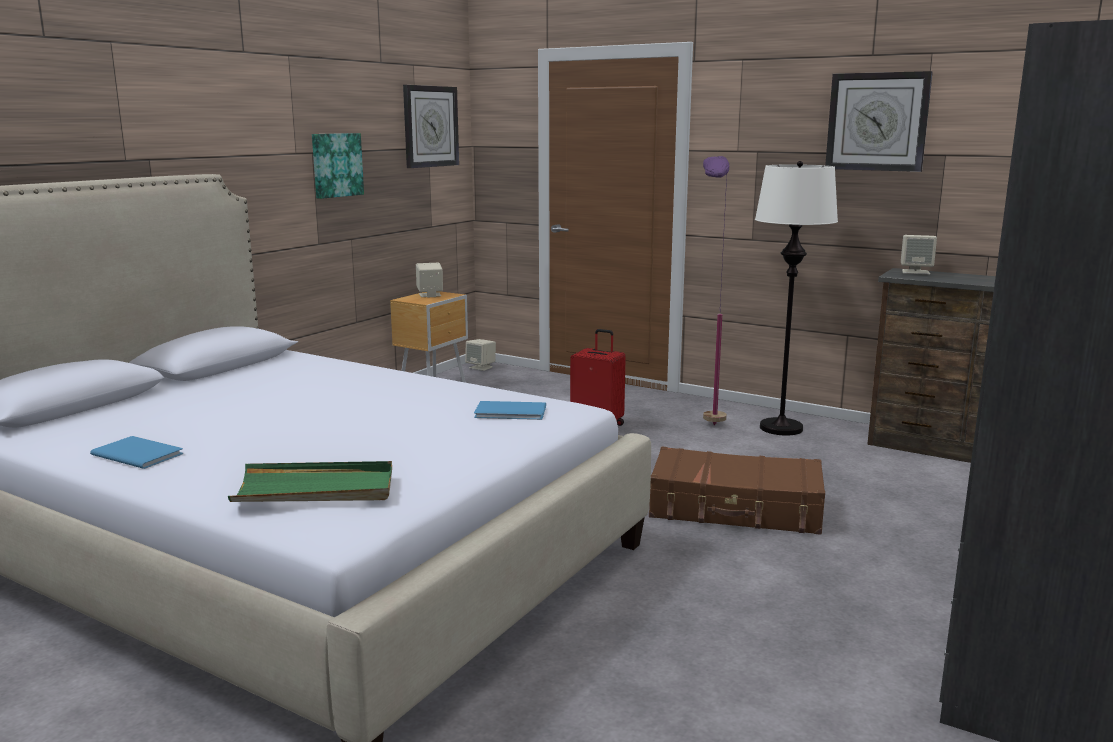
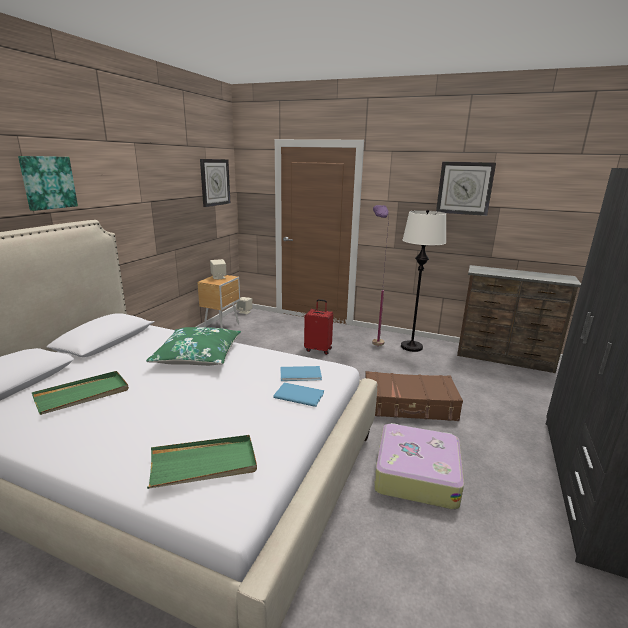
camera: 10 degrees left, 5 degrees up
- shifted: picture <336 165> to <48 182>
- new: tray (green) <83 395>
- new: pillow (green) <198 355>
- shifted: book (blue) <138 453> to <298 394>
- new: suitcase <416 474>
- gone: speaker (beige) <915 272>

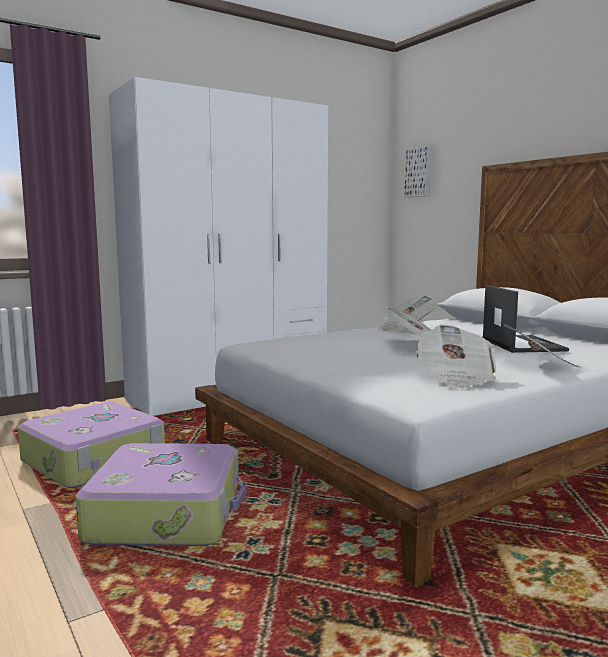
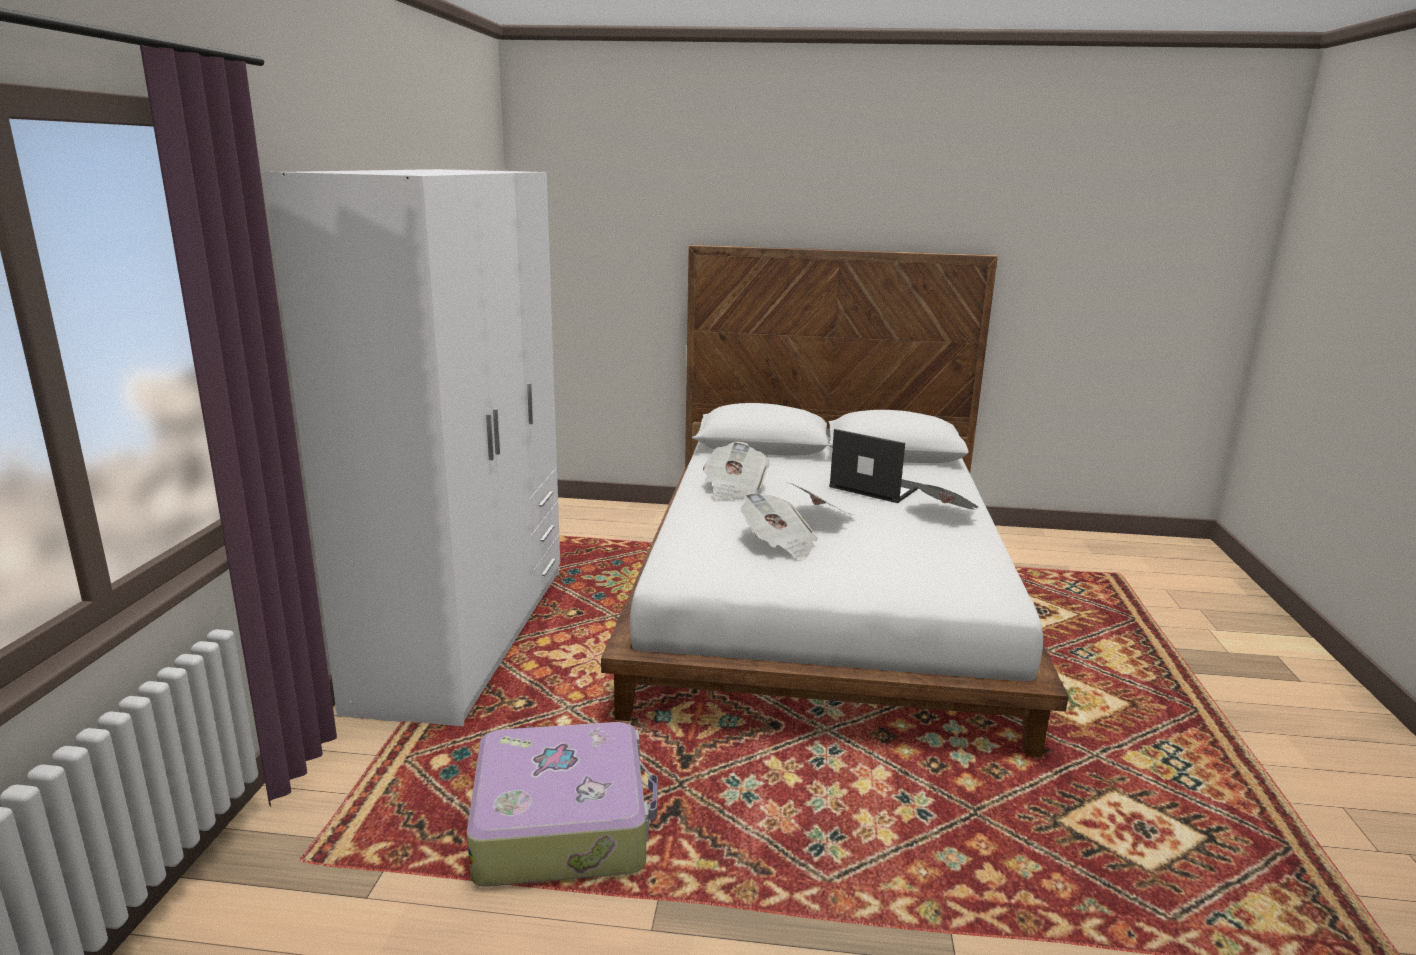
camera: 50 degrees left, 10 degrees up
- shifted: newspaper <455 378> to <778 545>
- gone: suitcase <168 513>
- gone: picture <419 172>

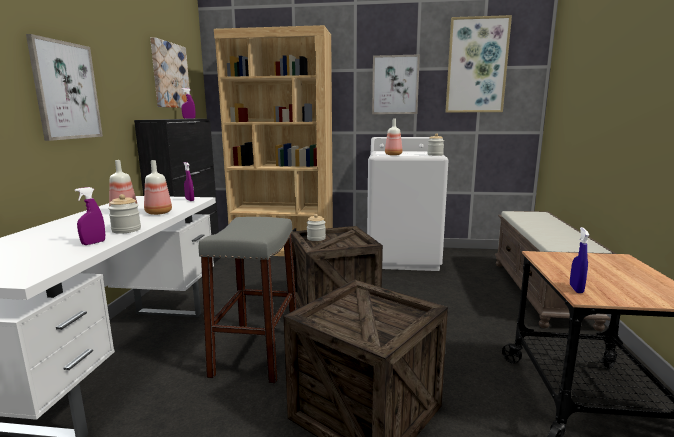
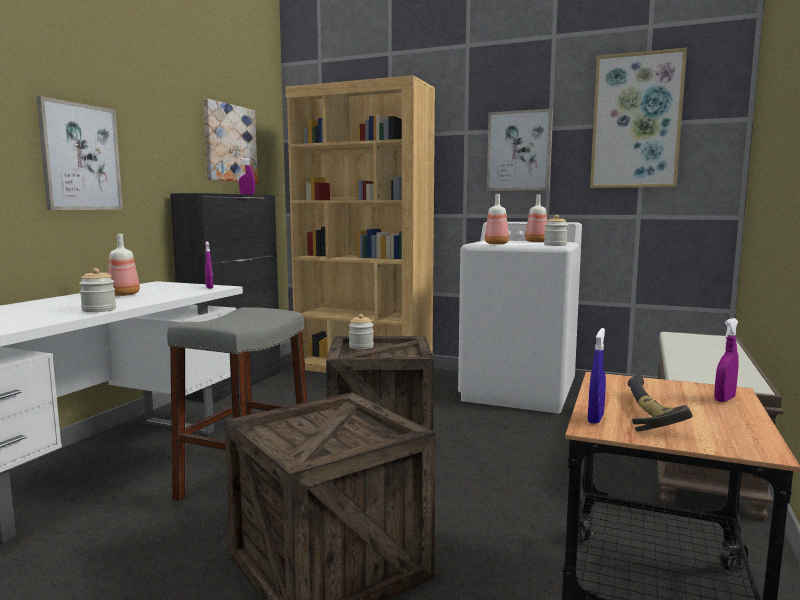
camera: 15 degrees right, 5 degrees down
- shifted: bottle <157 213> to <535 242>
- new: hammer <645 414>
- shifted: spray bottle (purple) <93 243> to <724 399>

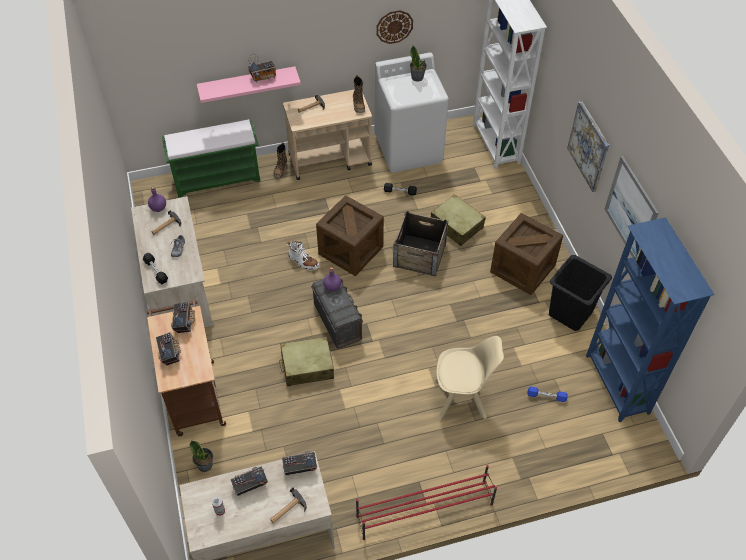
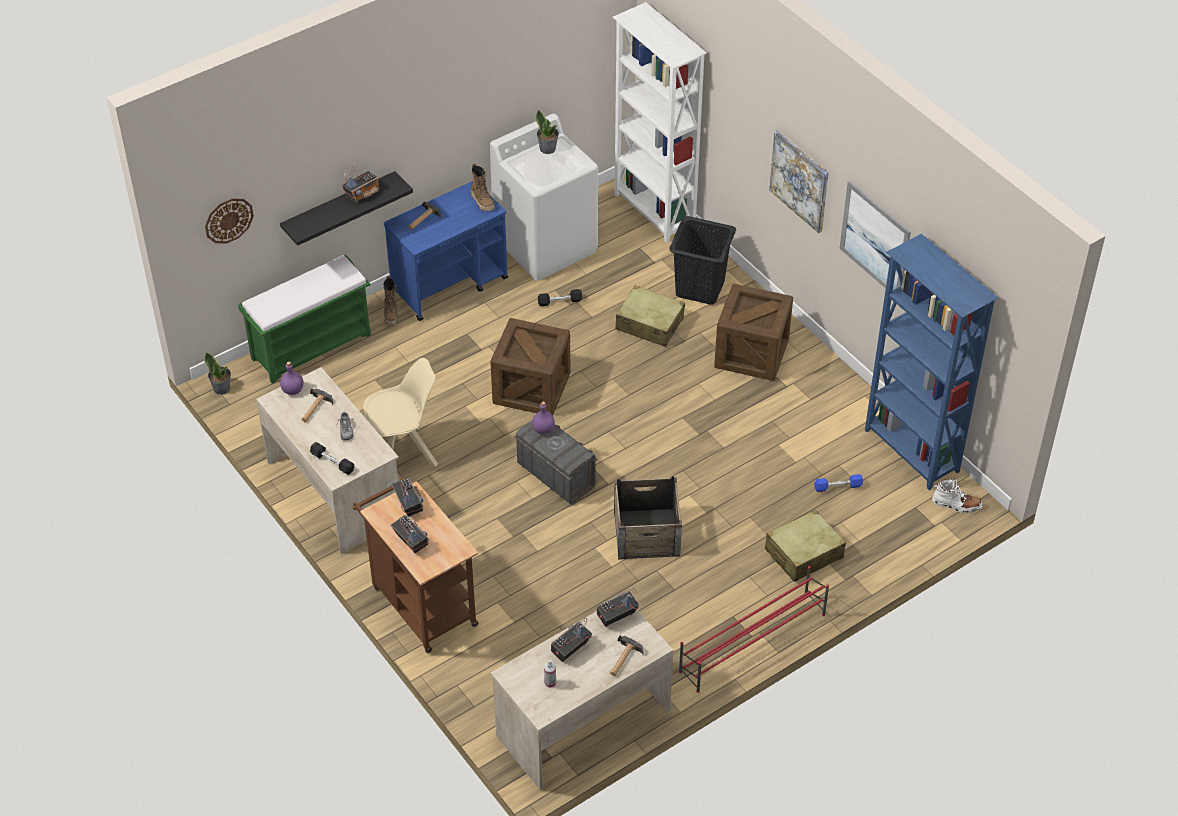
camera: 20 degrees left, 5 degrees down
- shifted: potted plant <205 465> to <222 388>
- shifted: wall clock <394 26> to <228 220>
- repainted: shelf (pink) <247 83> to shelf (black) <339 208>
- shifted: chair (beige) <462 398> to <403 453>
- repainted: cart (beige) <330 159> to cart (blue) <450 284>
- shifted: crate <420 254> to <647 533>
- shifted: laundry basket (black) <570 313> to <700 288>
- shifted: suitcase (beige) <307 366> to <803 554>
- shifted: boot (white) <303 262> to <956 504>

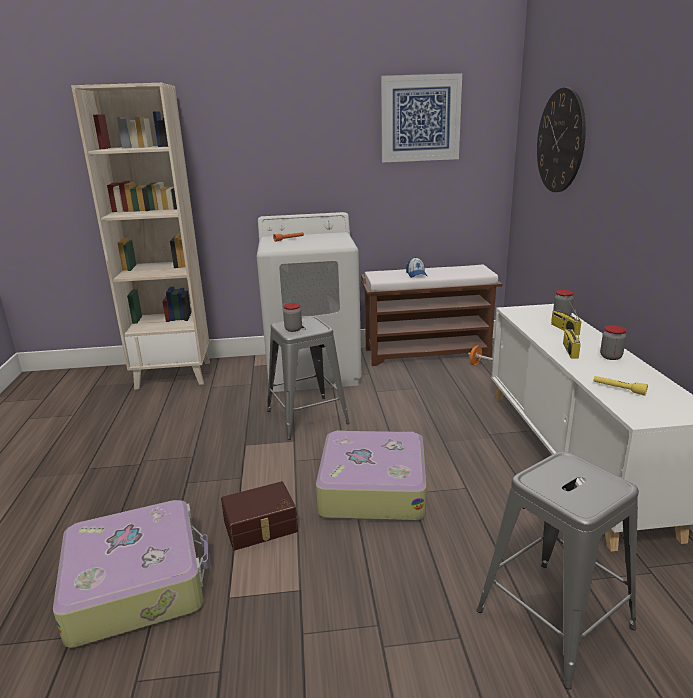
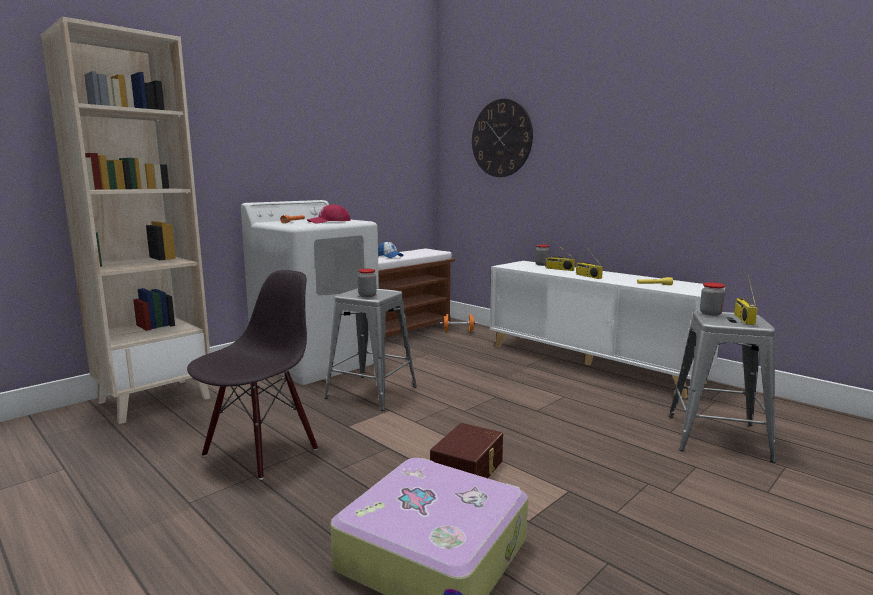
camera: 40 degrees left, 10 degrees down
- new: chair (black) <260 451>
- new: cap (red) <329 222>
- shifted: jar <610 357> to <710 313>
- new: radio <743 319>
- gone: suitcase <372 488>
- gone: picture <420 118>

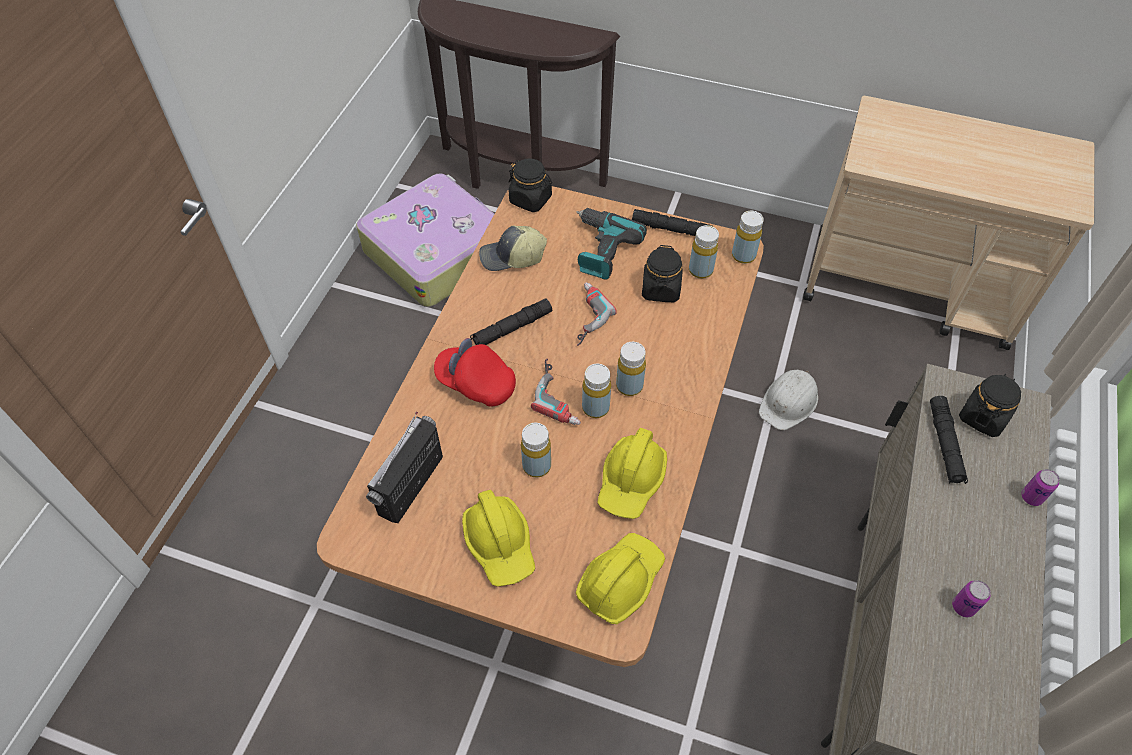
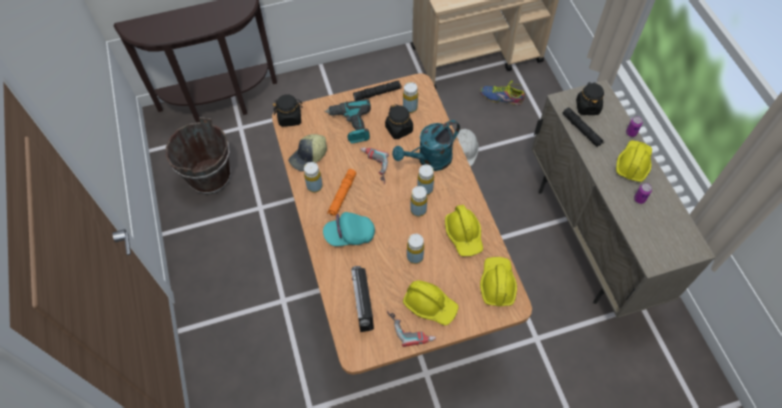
camera: 35 degrees left, 5 degrees up
- swapped: suitcase <437 251> to bucket (brown) <210 177>
- shifted: bottle (yellow) <743 256> to <314 186>
- repainted: cap (red) <476 383> to cap (turquoise) <349 235>
- repainted: flashlight (black) <512 328> to flashlight (orange) <342 195>
- shifted: power drill <561 395> to <411 327>
- new: watering can (turquoise) <429 160>
- new: shoe <501 97>
- new: hard hat (yellow) <633 164>

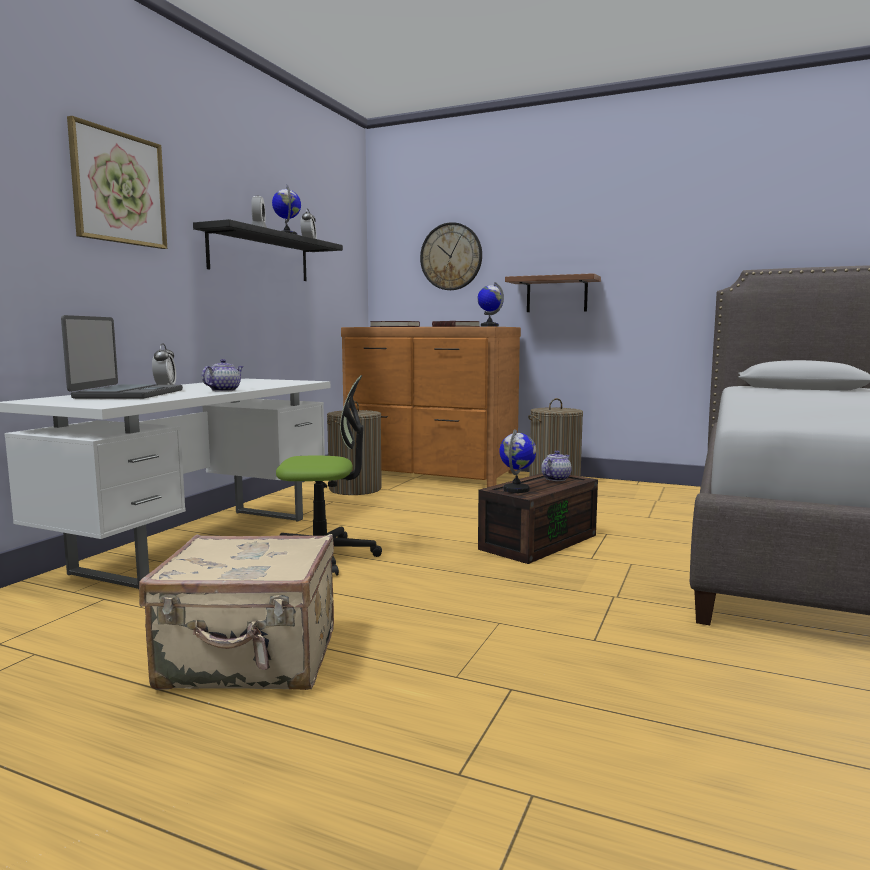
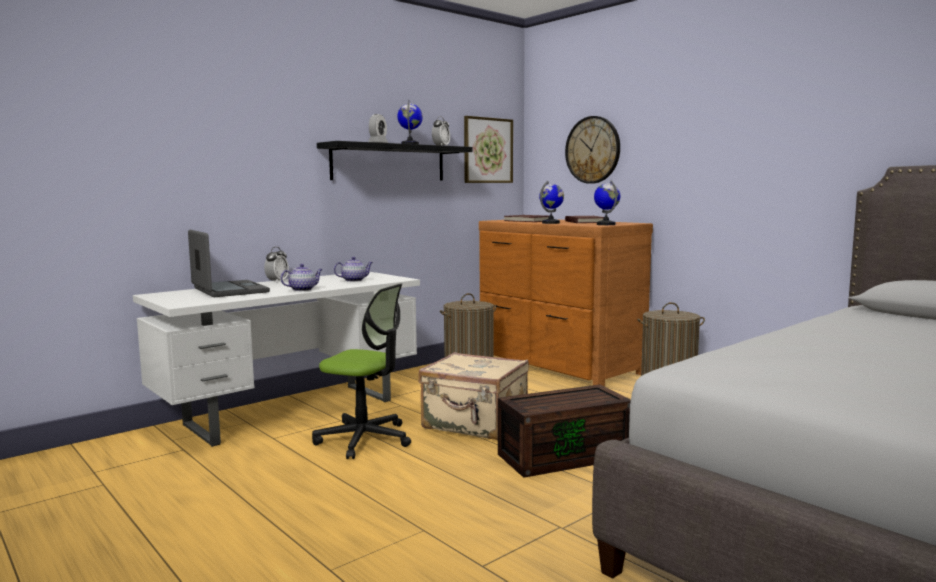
camera: 25 degrees right, 0 degrees up
- rotated: laptop <127 394> = <229 290> 60 degrees counterclockwise
- shifted: teapot <556 479> to <354 280>
- shifted: suitcase (beige) <251 660> to <475 424>
- shifted: picture <118 188> to <488 150>
- shifted: globe <516 490> to <551 223>
- gone: shelf <556 294>

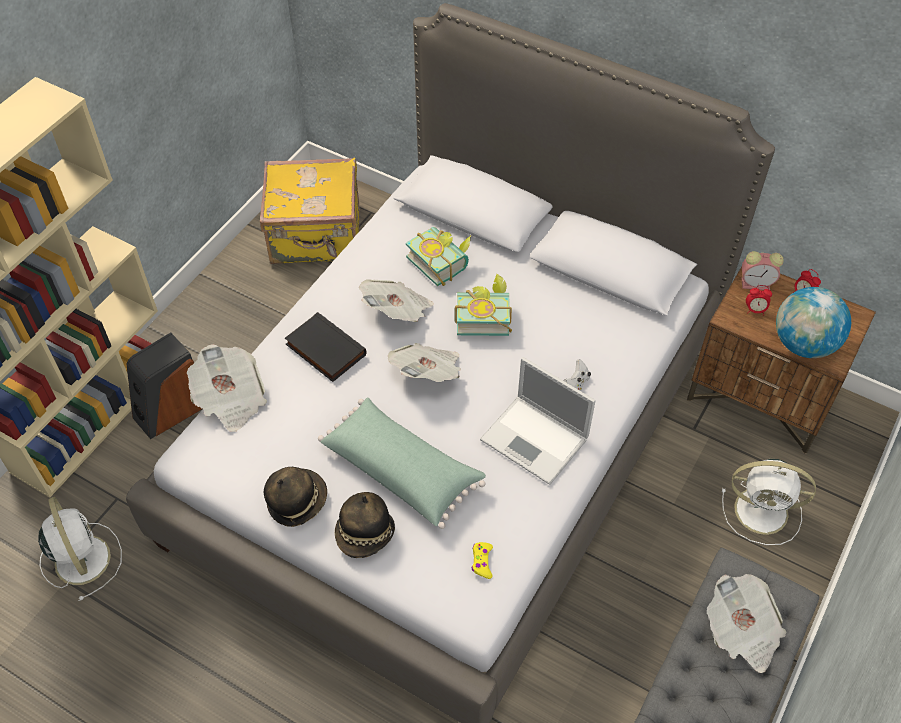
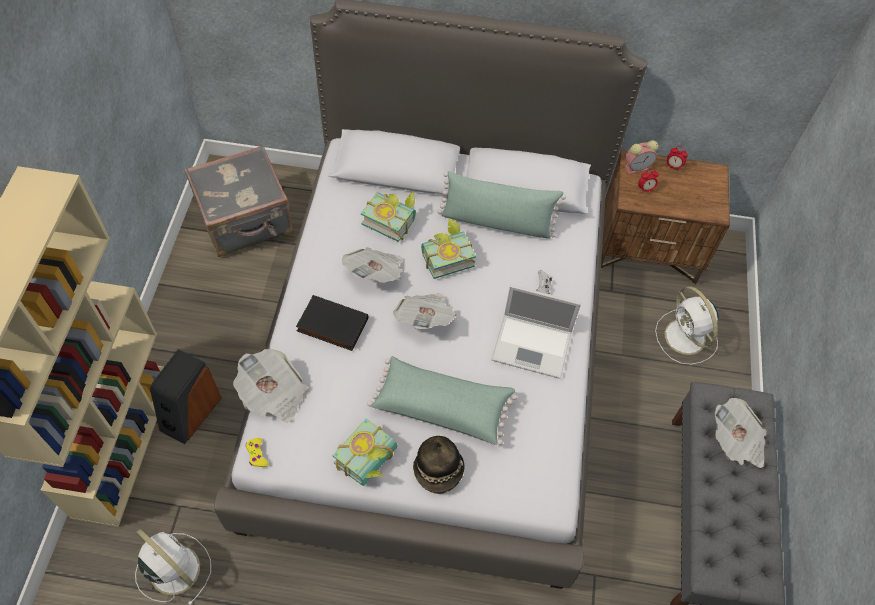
camera: 25 degrees left, 5 degrees up
- repainted: suitcase (yellow) <316 236> to suitcase (grey) <246 221>
- shifted: game controller (yellow) <482 562> to <257 454>
- swapped: hat <296 500> to book <370 462>
- new: pillow (green) <497 221>
- rotated: fan (white) <763 511> = <686 338> 75 degrees clockwise
- gone: globe <803 344>

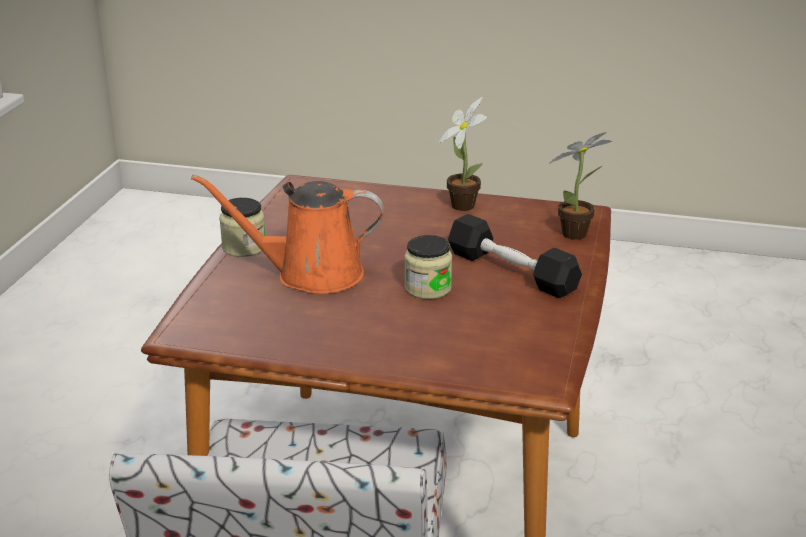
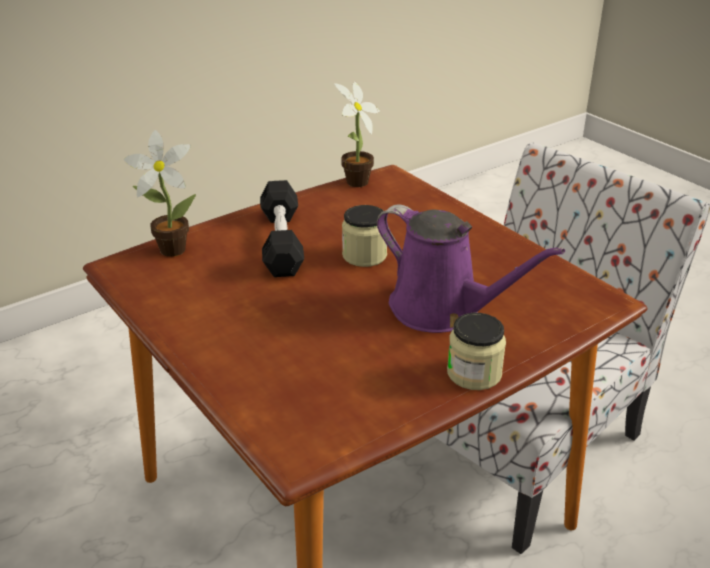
camera: 140 degrees left, 5 degrees up
- shifted: potted plant <462 204> to <354 183>
- repainted: watering can (orange) <310 274> to watering can (purple) <442 310>

